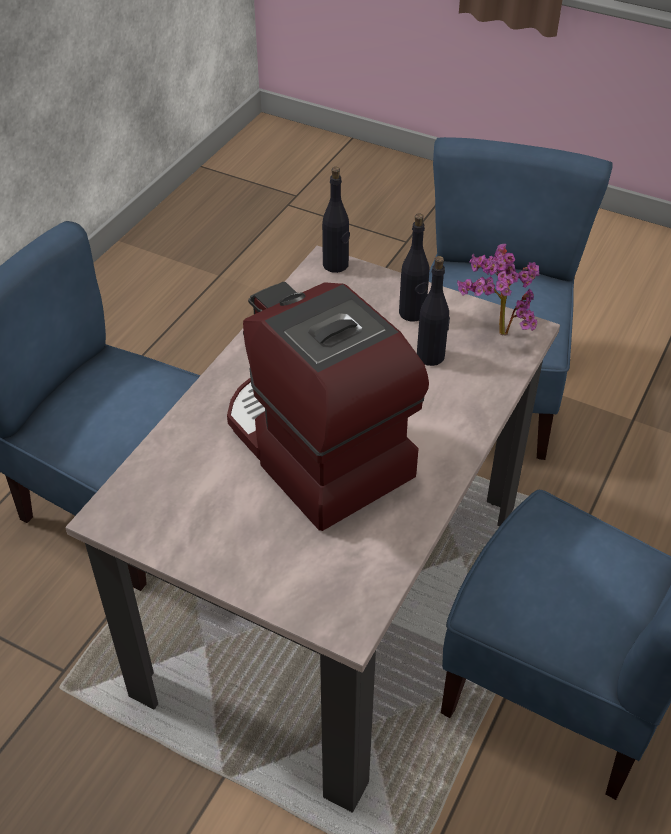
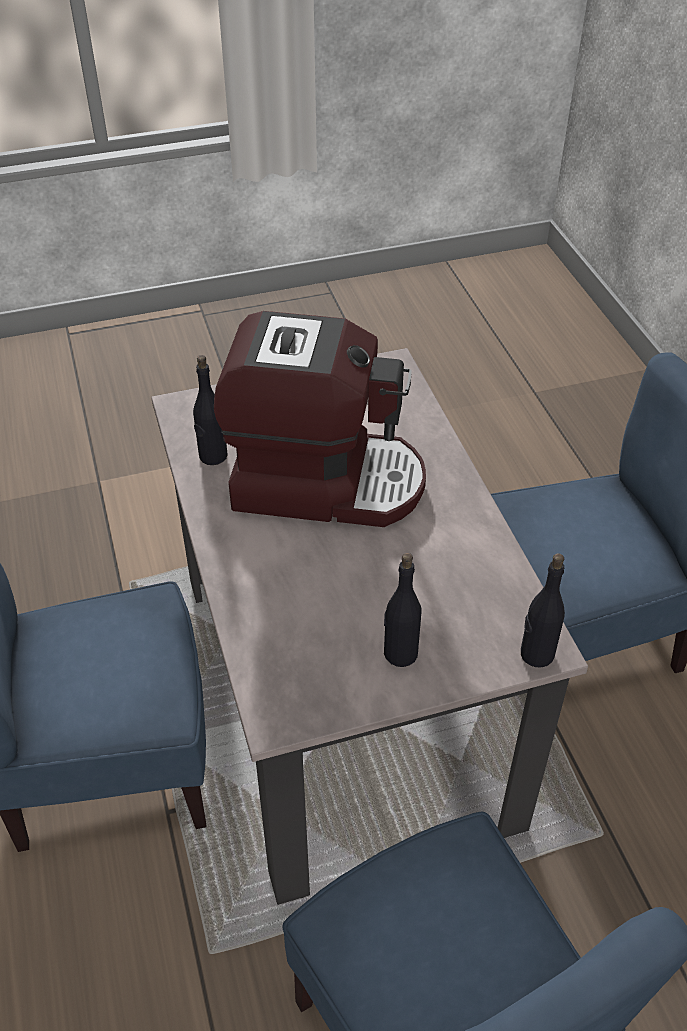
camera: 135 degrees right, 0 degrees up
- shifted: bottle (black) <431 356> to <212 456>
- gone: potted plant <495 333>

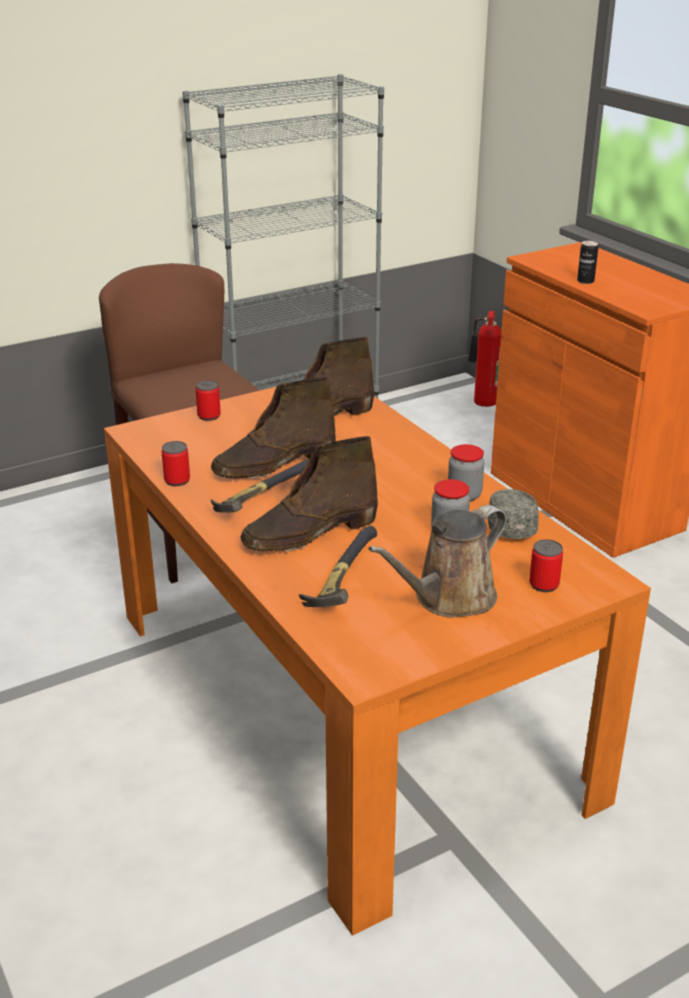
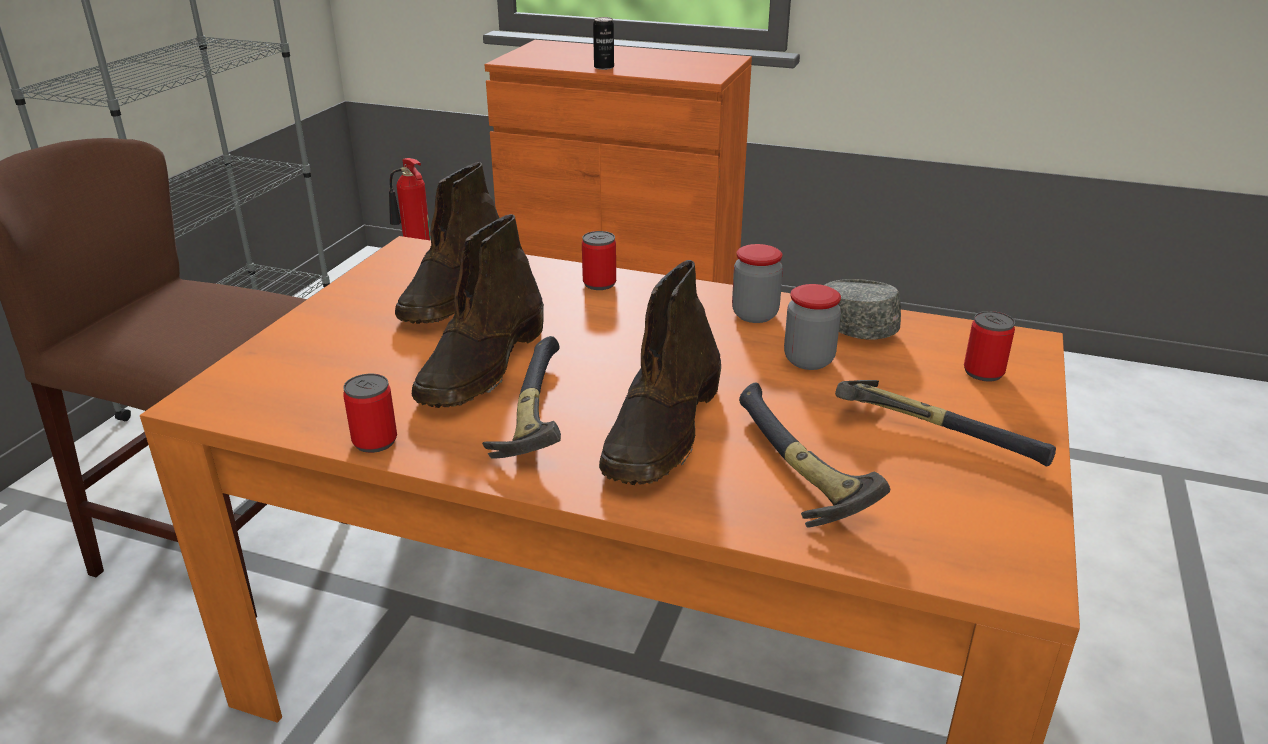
camera: 40 degrees left, 0 degrees up
- shifted: can <209 416> to <599 283>
- swapped: watering can (brown) <449 599> to hammer <934 432>

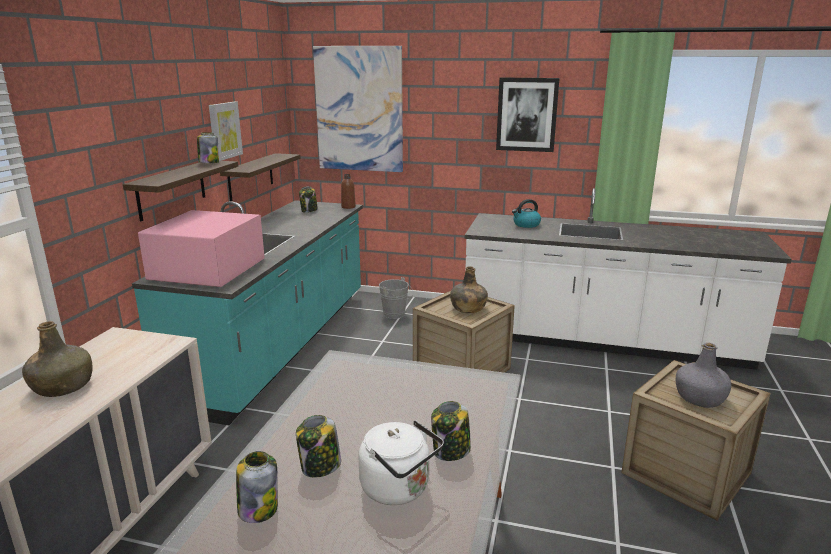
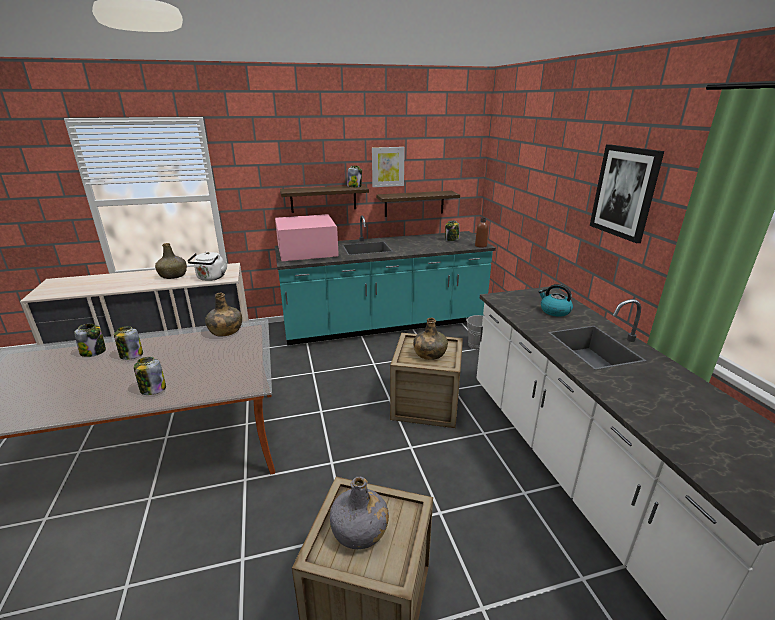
camera: 60 degrees right, 5 degrees up
- shifted: kettle (white) <399 489> to <210 278>
- new: bottle (green) <225 331>
- gone: picture <359 109>

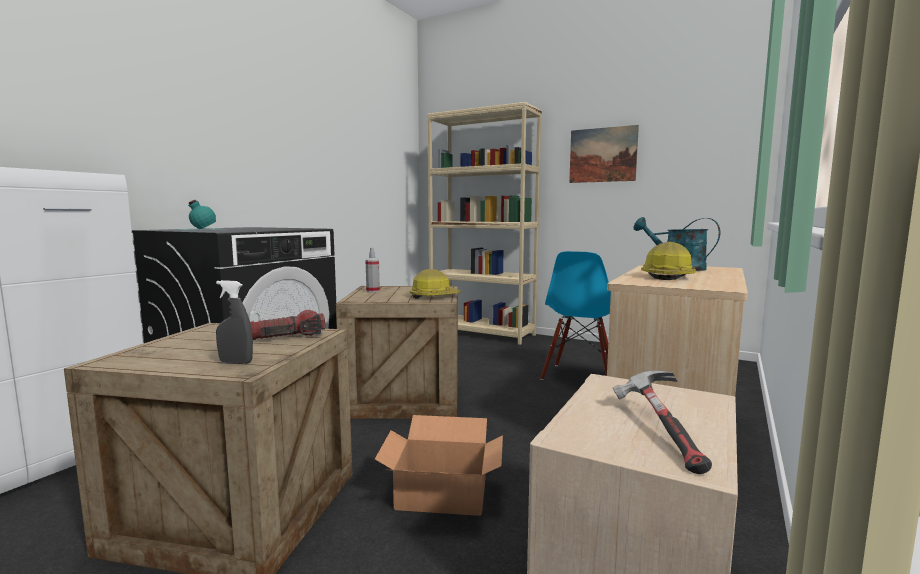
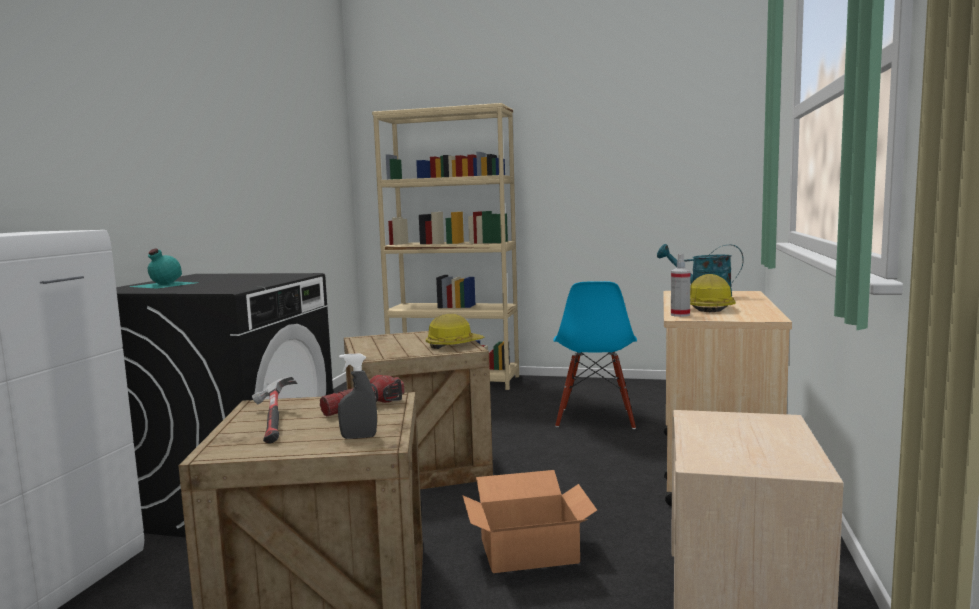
camera: 15 degrees left, 0 degrees up
- shifted: hammer <661 431> to <274 422>
- shifted: spray bottle <373 291> to <680 315>
- gone: picture <602 155>

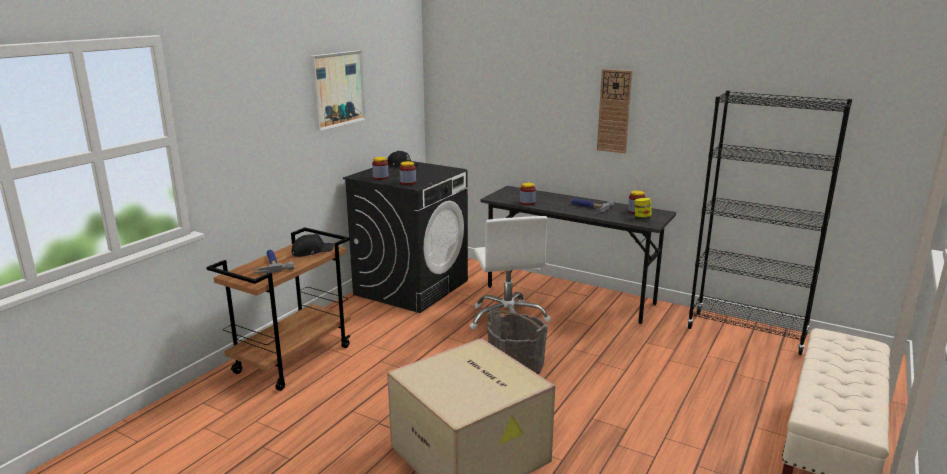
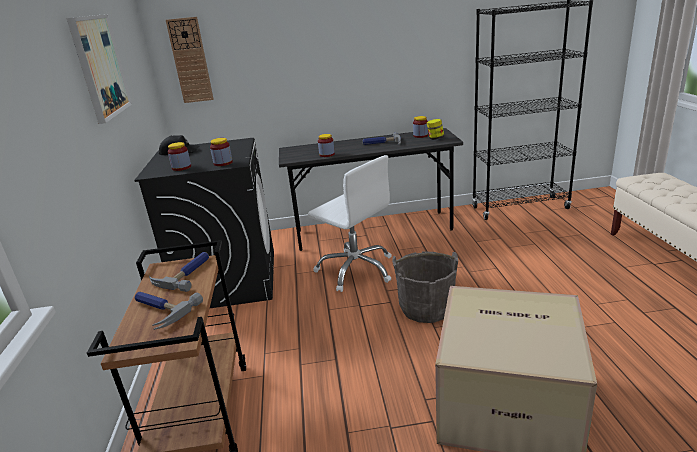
camera: 35 degrees left, 5 degrees up
- swapped: cap (black) <312 251> to hammer <186 274>
- shifted: wall clock <614 111> to <190 61>

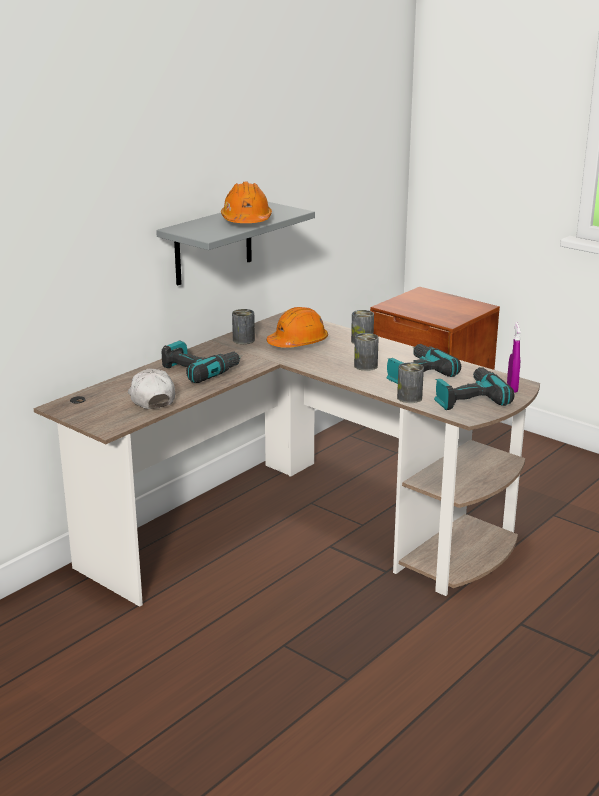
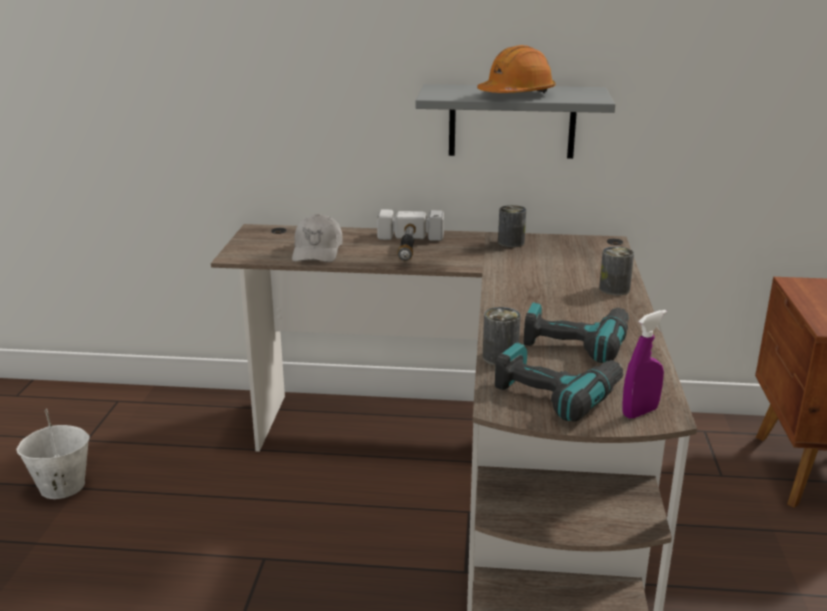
camera: 55 degrees right, 0 degrees up
- new: bucket (white) <61 487>
- rotated: cap (white) <151 398> = <317 251> 150 degrees clockwise
- swapped: power drill <200 370> to hammer <408 249>
- gone: hard hat (orange) <298 343>
- gone: can <365 366>

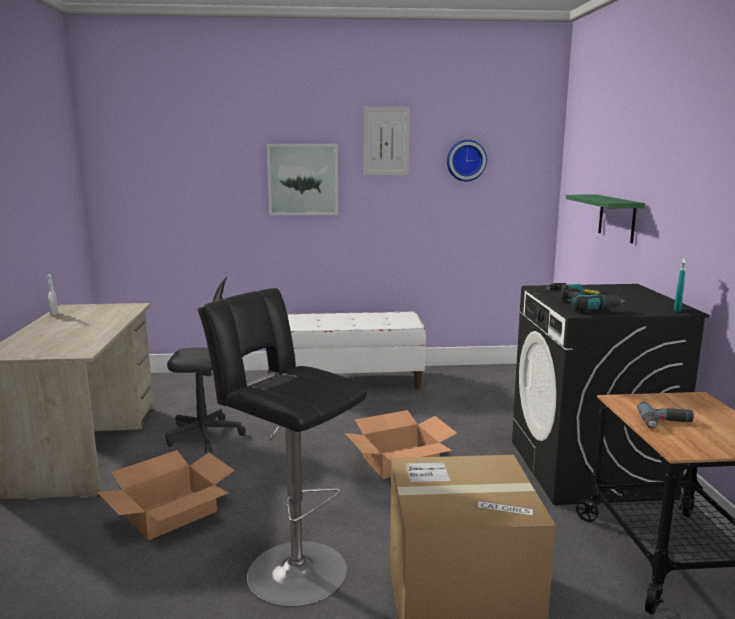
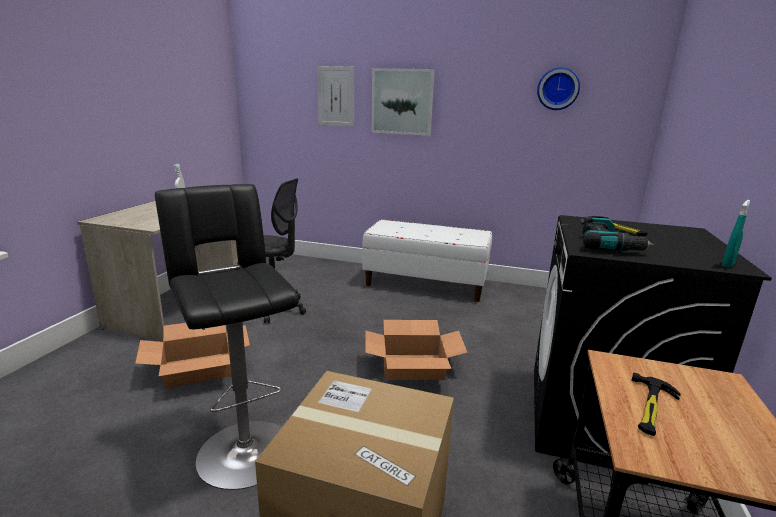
camera: 20 degrees right, 5 degrees up
- shifted: picture <386 141> to <336 96>
- swapped: power drill <666 423> to hammer <651 408>
- gone: shelf (green) <617 218>

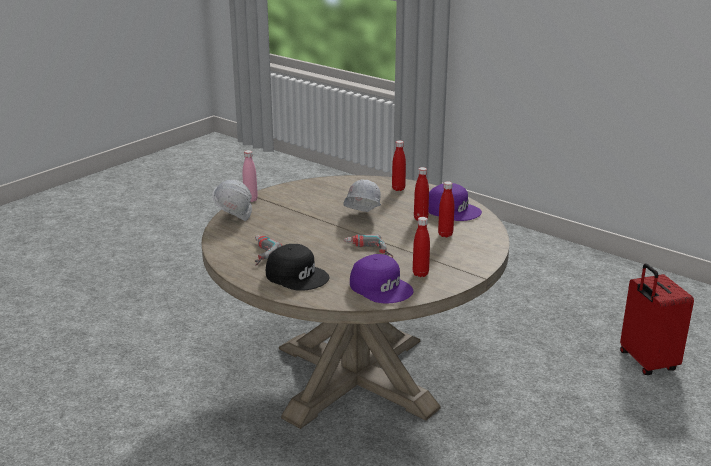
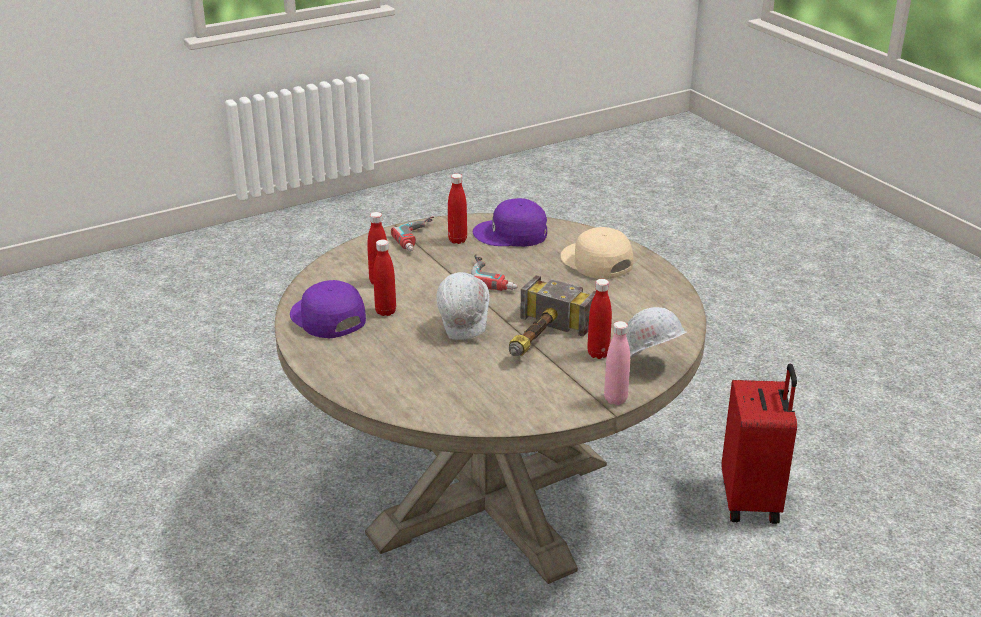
camera: 160 degrees left, 5 degrees up
- shifted: power drill <257 254> to <421 238>
- rotated: cap (purple) <381 287> = <511 234> 60 degrees counterclockwise
- new: hammer <539 339>
- repainted: cap (black) <297 275> to cap (beige) <596 262>
- shifted: bottle (red) <398 189> to <598 354>
- shifted: suitcase (red) <646 362> to <752 500>

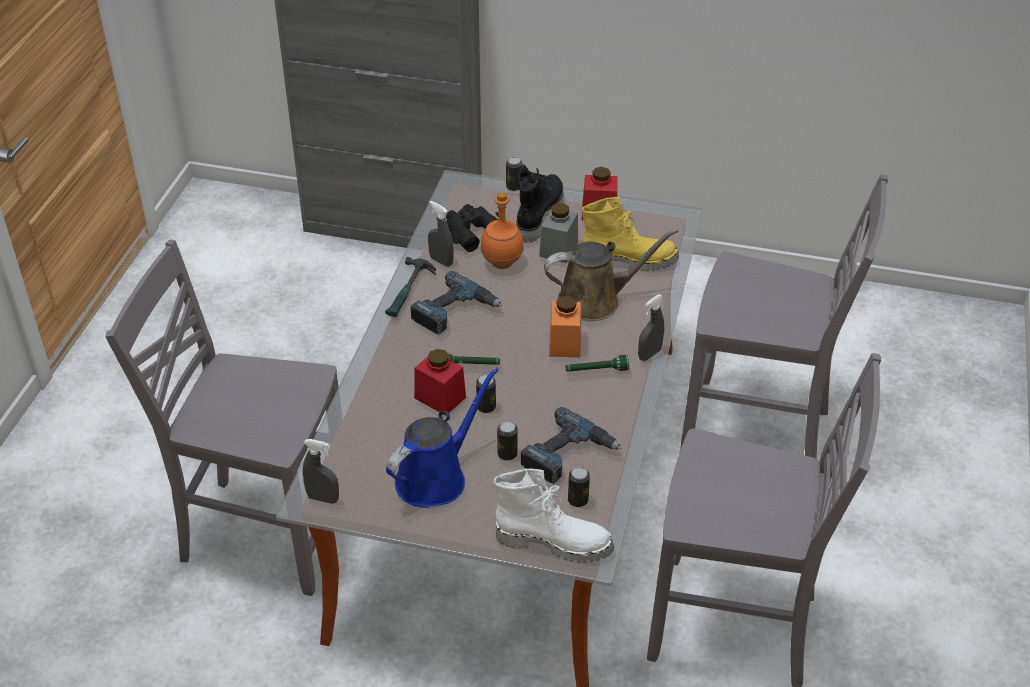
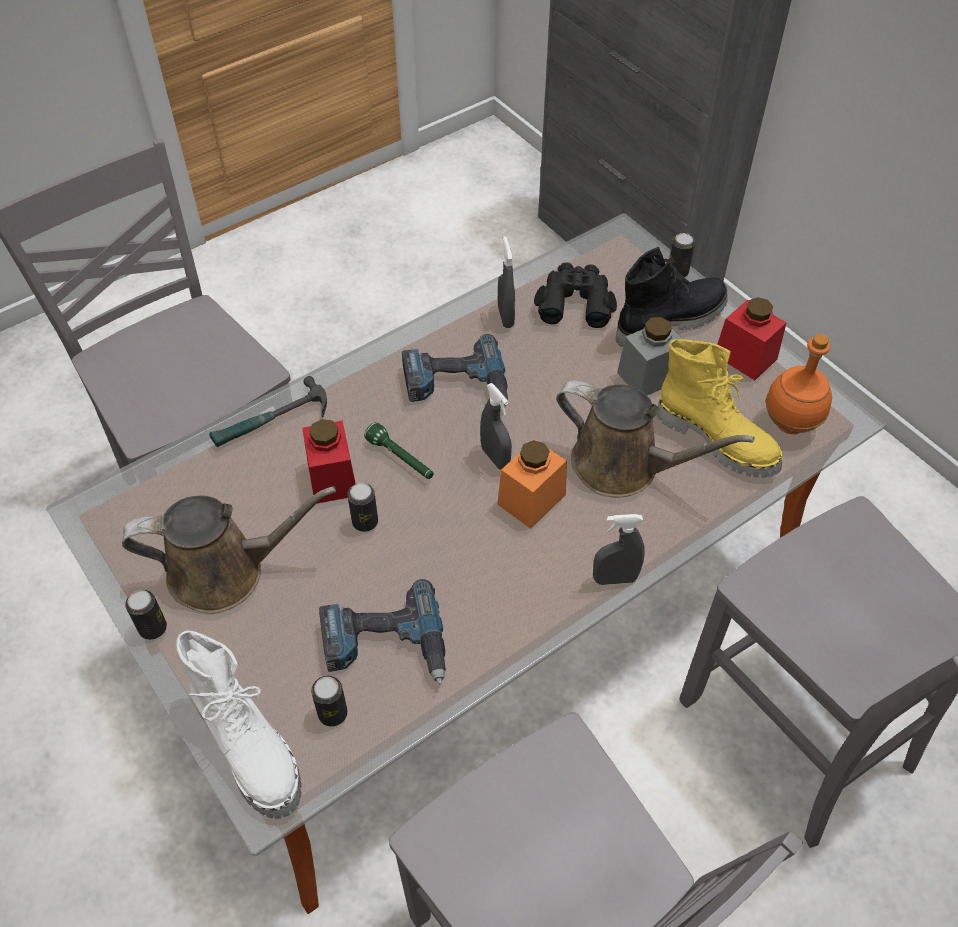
camera: 40 degrees right, 10 degrees up
- repainted: watering can (blue) <436 477> to watering can (brown) <226 571>
- shifted: can <507 454> to <153 628>
- shifted: hammer <409 291> to <271 422>
- shifted: spray bottle (grey) <323 498> to <495 457>
- shifted: bottle (orange) <502 263> to <791 424>
- gone: flashlight (green) <596 371>

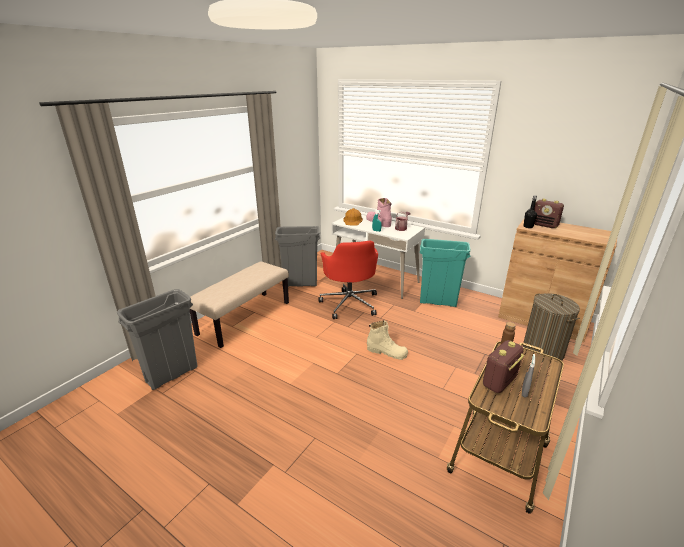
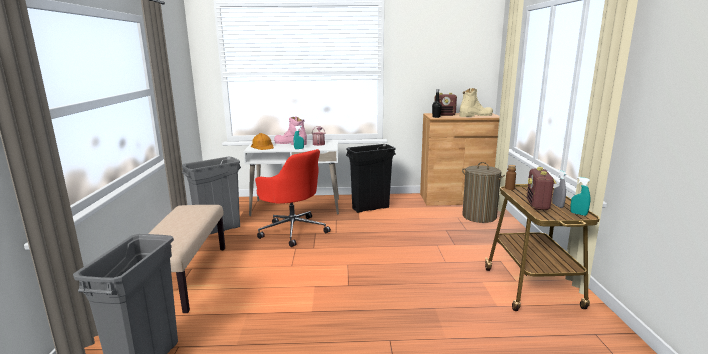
camera: 35 degrees left, 10 degrees down
- repainted: trash can (turquoise) <437 302> to trash can (black) <370 208>
- shifted: boot (beige) <387 352> to <475 115>
- new: spray bottle (turquoise) <578 214>

